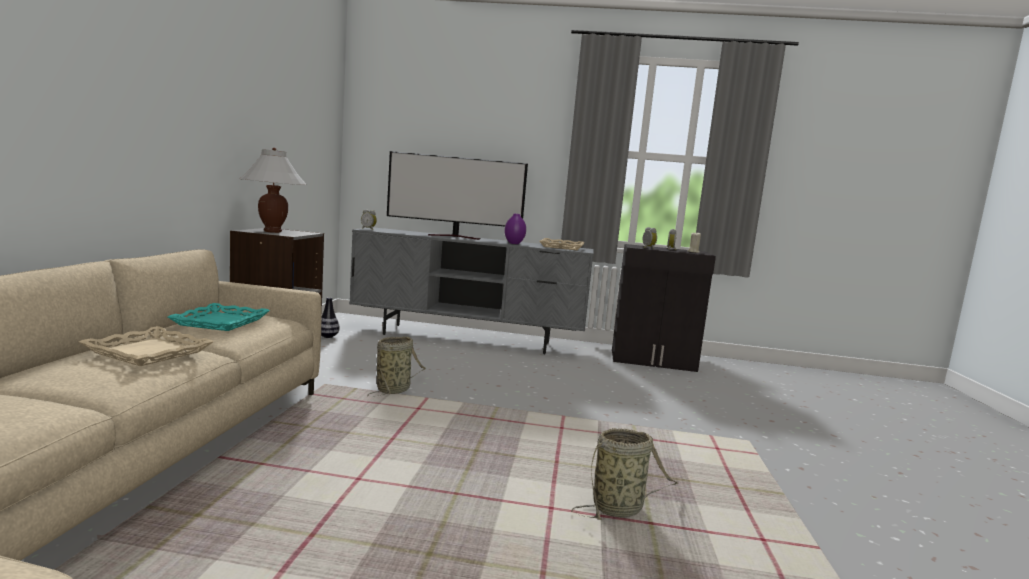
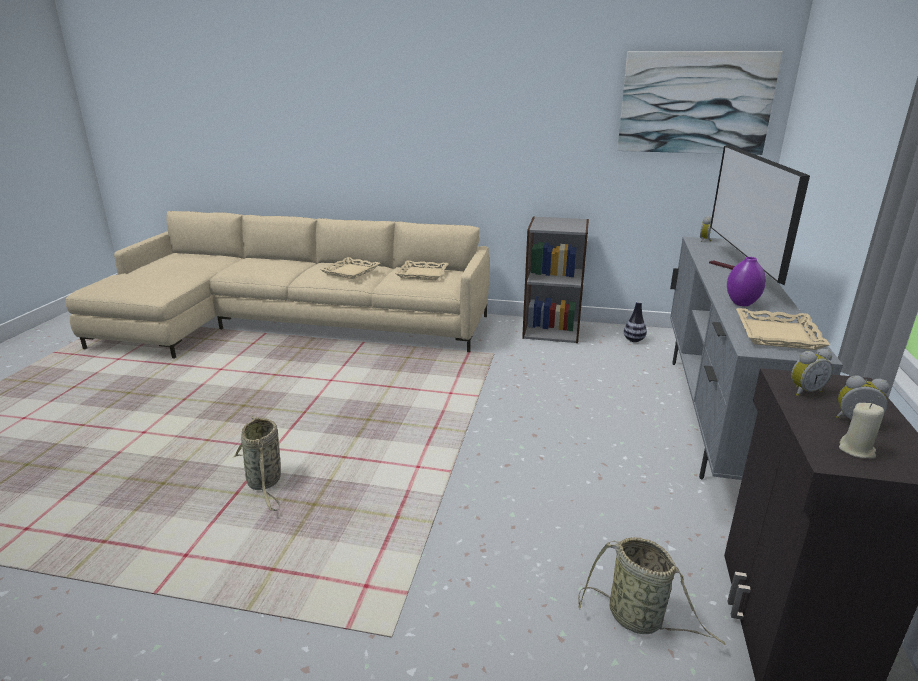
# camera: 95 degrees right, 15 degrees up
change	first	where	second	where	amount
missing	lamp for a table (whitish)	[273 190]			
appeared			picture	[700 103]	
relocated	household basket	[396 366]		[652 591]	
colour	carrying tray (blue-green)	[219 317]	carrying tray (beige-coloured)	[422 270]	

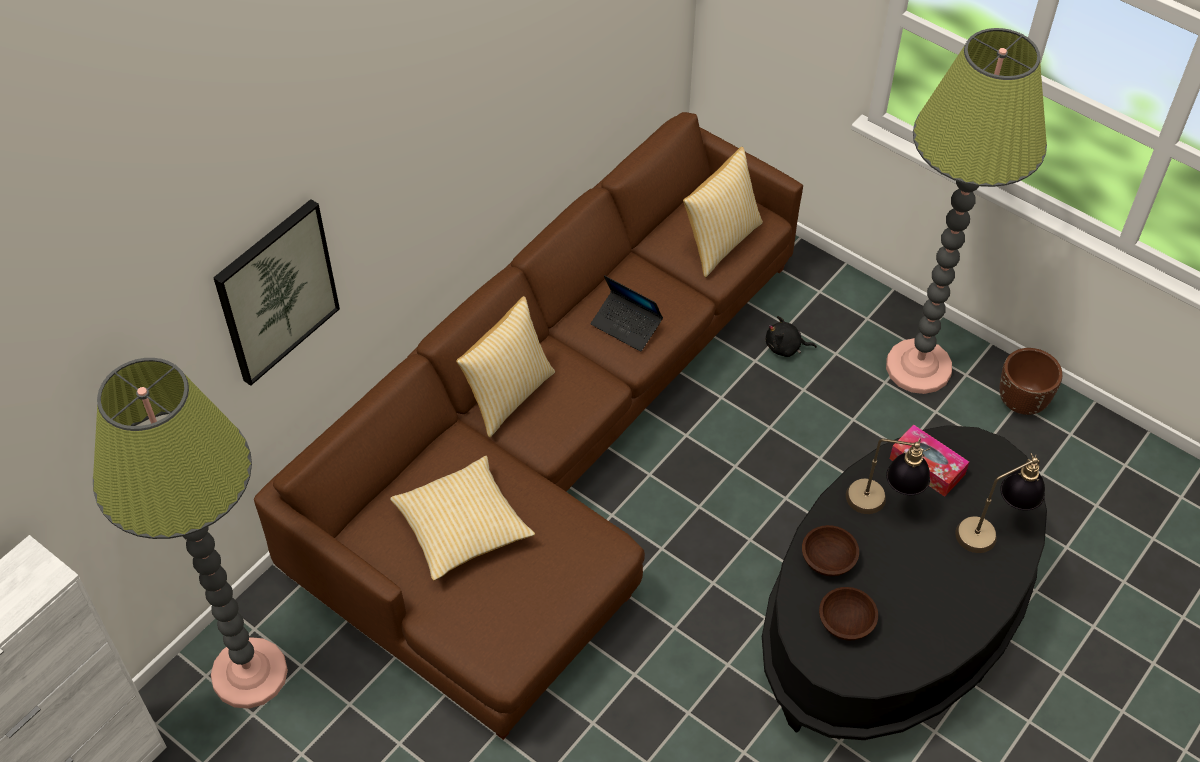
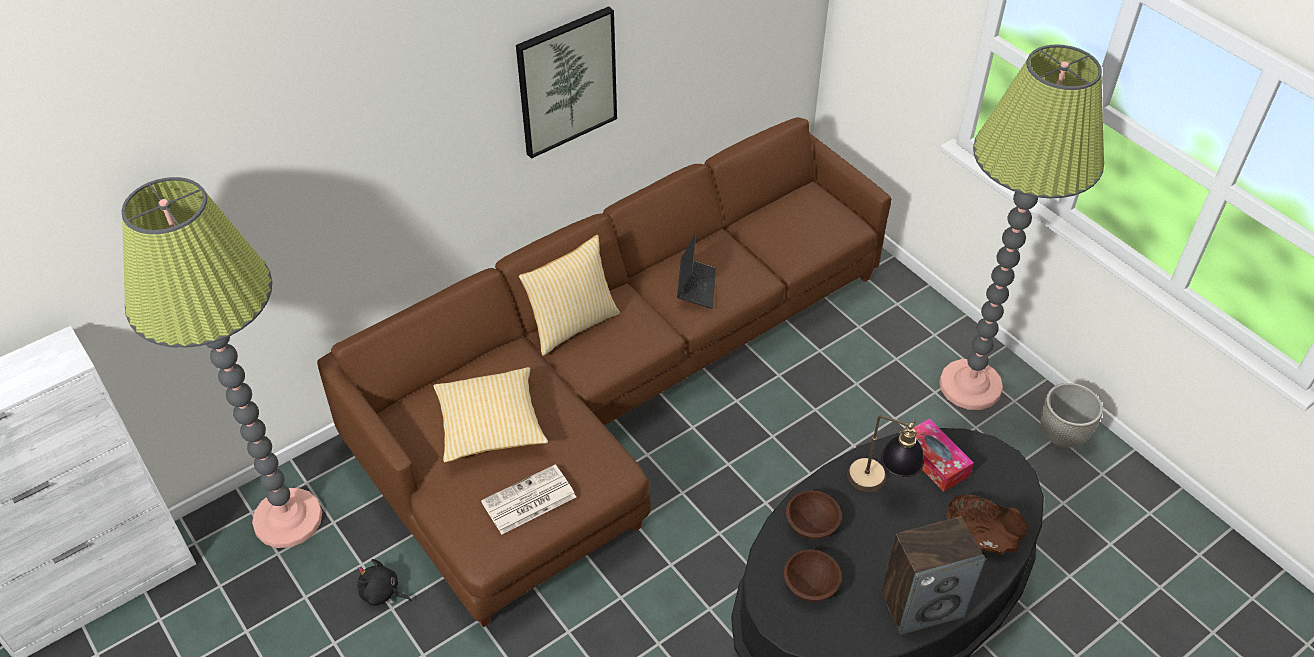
# camera: 15 degrees right, 5 degrees down
change	first	where	second	where	amount
missing	throw pillow	[723 212]			
appeared			newspaper	[528 500]	
appeared			speaker	[933 575]	
relocated	picture	[276 292]		[566 82]	
relocated	plush toy (blackish)	[791 336]		[385 582]	
exchanged	lamp for a table	[1000 503]	deep dish (brown)	[986 524]	
colour	planter (brown)	[1031 381]	planter (greyish)	[1072 415]	
spun	portable computer	[627 313]		[696 271]	135 degrees counterclockwise

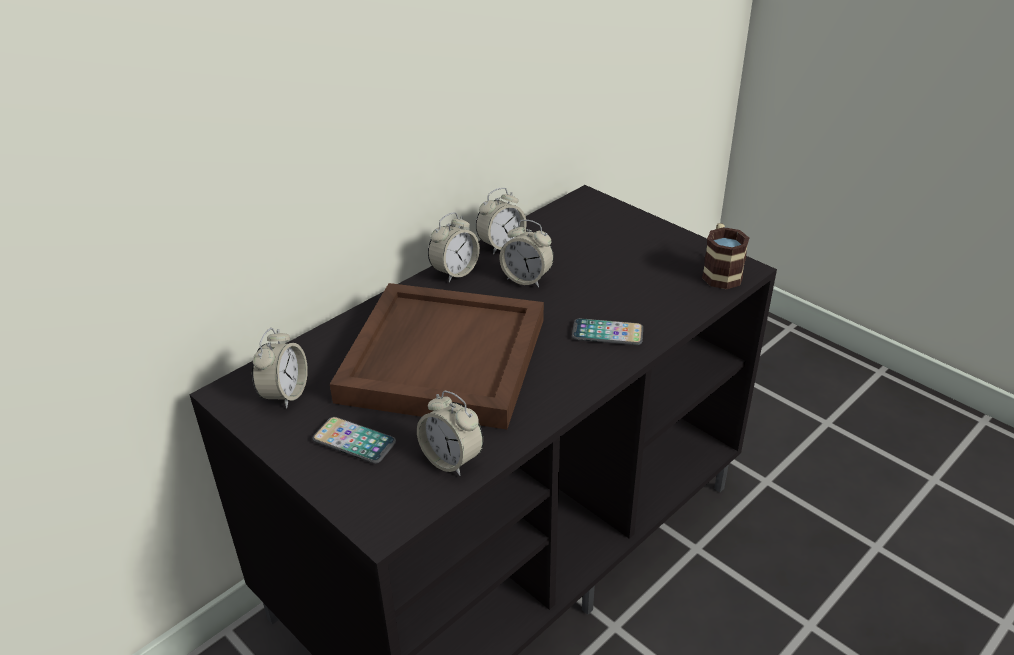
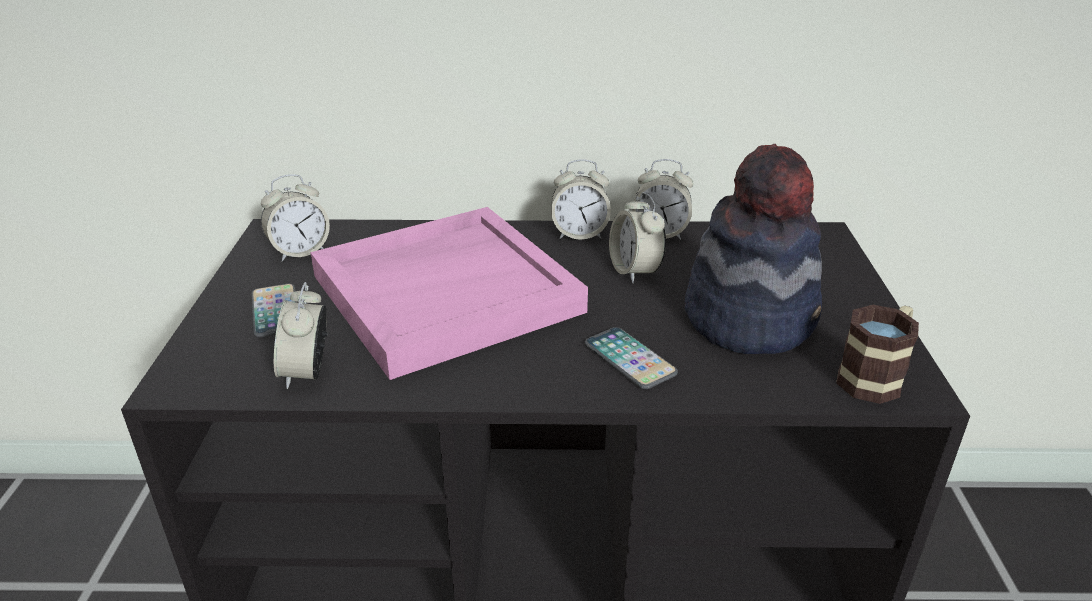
# camera: 45 degrees right, 5 degrees down
change	first	where	second	where	amount
appeared			hat	[753 249]	
colour	carrying tray (brown)	[437 356]	carrying tray (pinkish)	[449 293]	

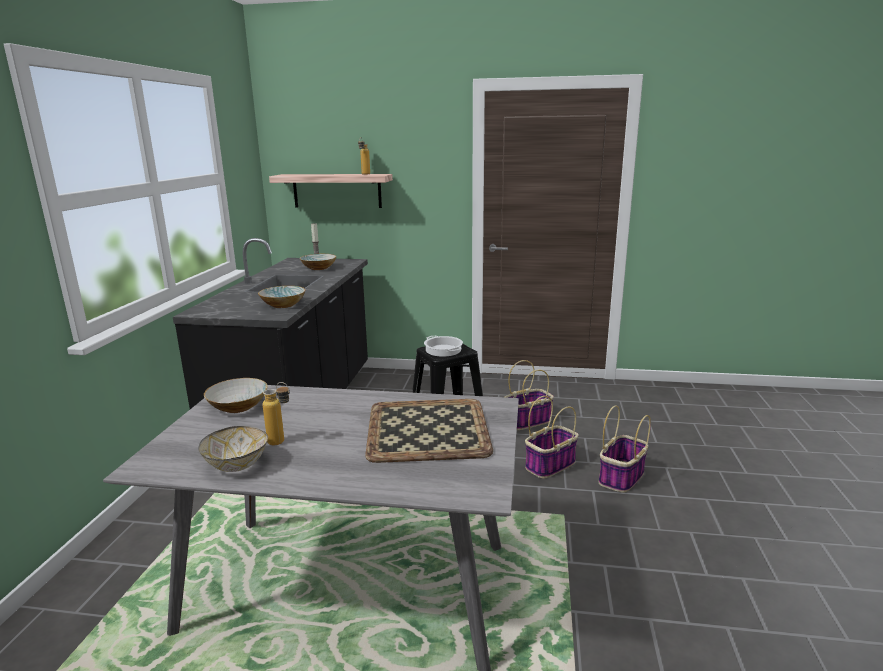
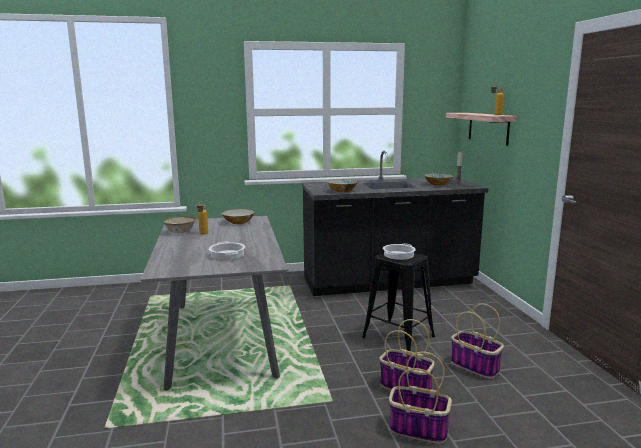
# camera: 70 degrees right, 5 degrees down
change	first	where	second	where	amount
exchanged	carrying tray	[429 431]	saucepot	[227 251]	

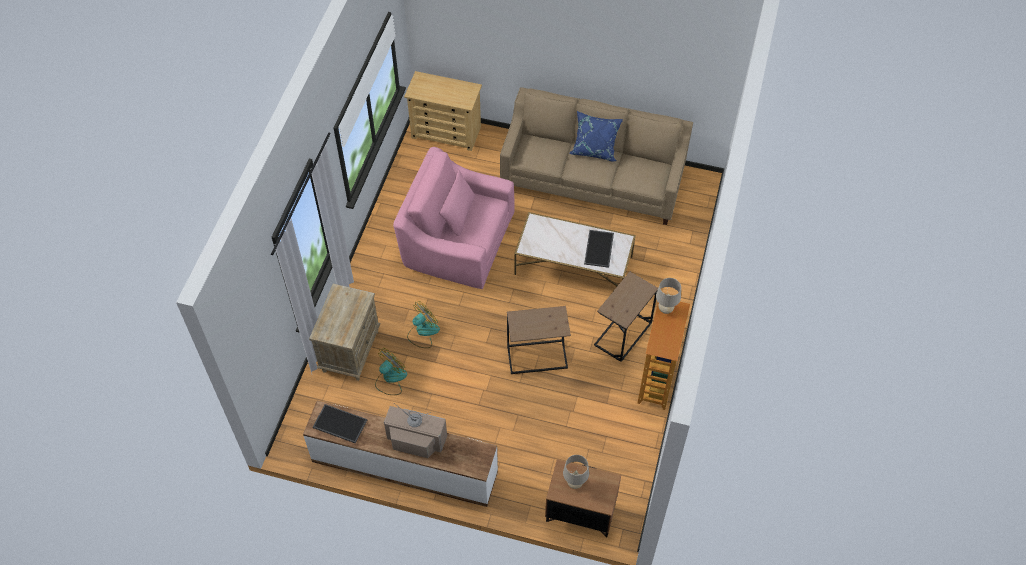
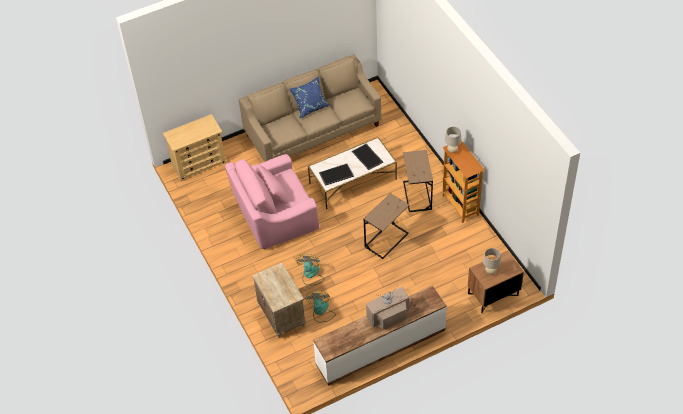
# camera: 40 degrees left, 5 degrees down
change	first	where	second	where	amount
relocated	carrying tray	[340 424]		[336 175]	

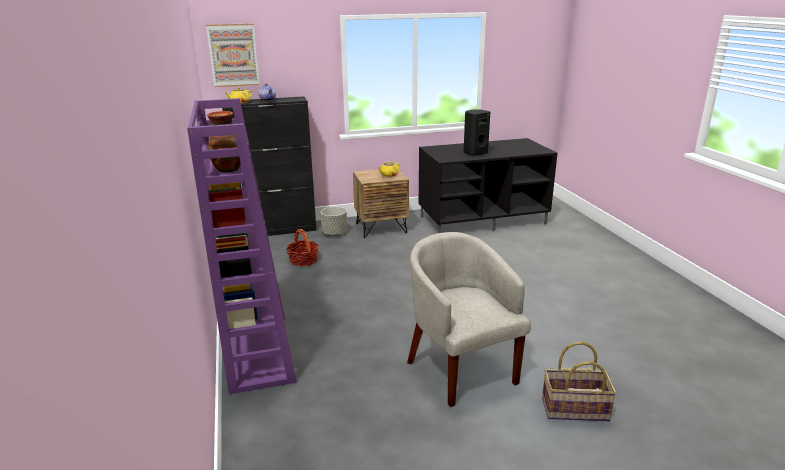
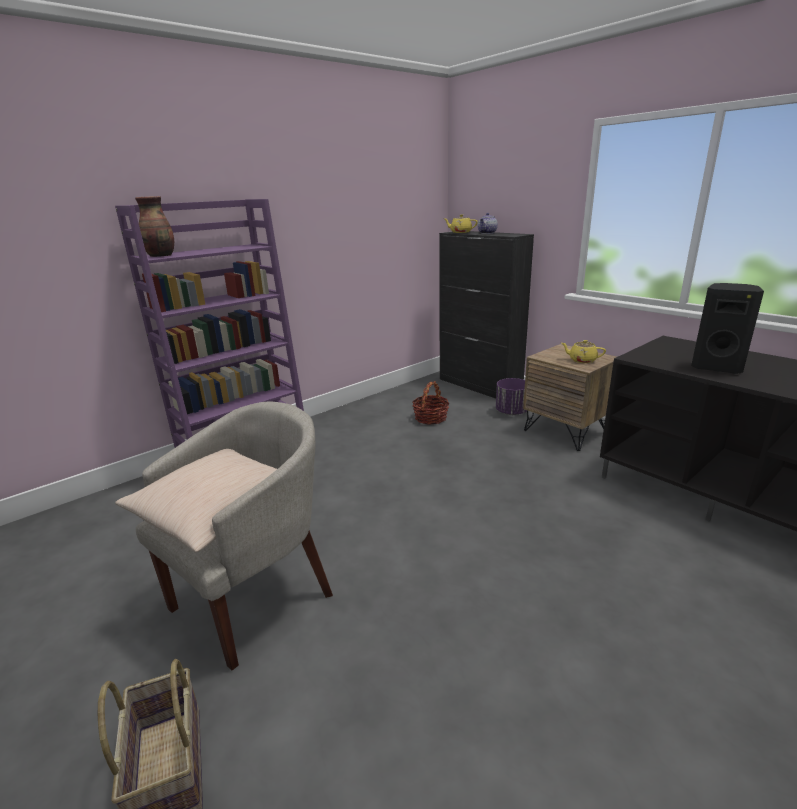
# camera: 65 degrees right, 0 degrees up
change	first	where	second	where	amount
missing	picture	[233 55]			
appeared			throw pillow (beige-coloured)	[196 501]	
colour	planter (greyish)	[334 221]	planter (purple)	[511 396]	

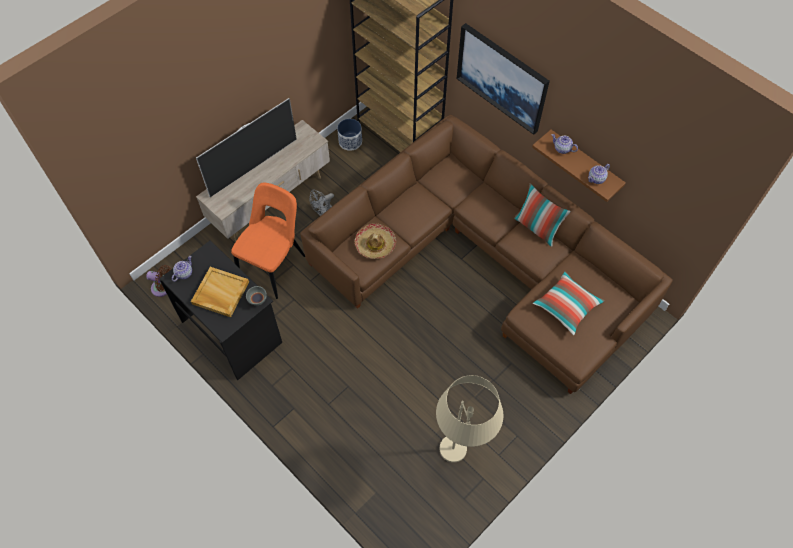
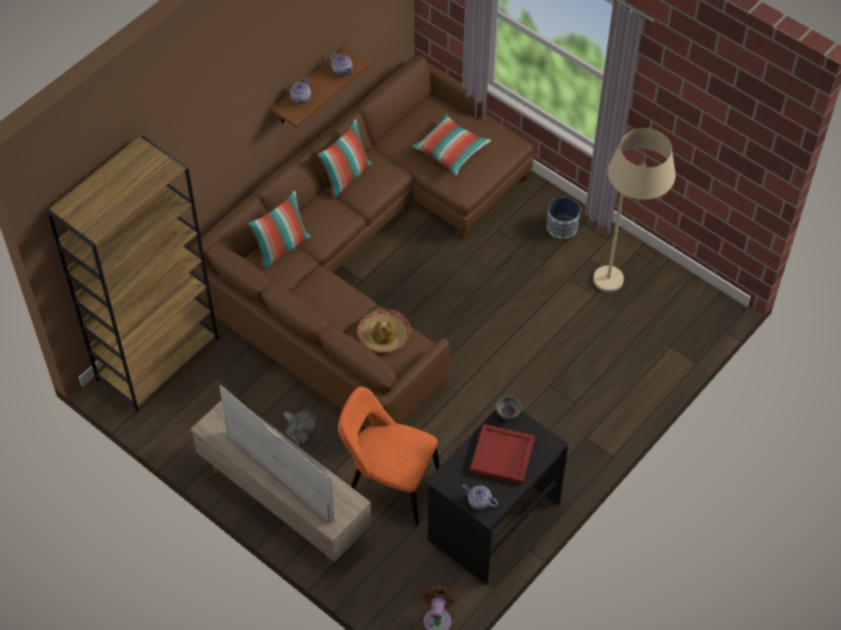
# camera: 95 degrees left, 5 degrees down
change	first	where	second	where	amount
missing	picture	[503 79]			
appeared			throw pillow	[279 229]	
relocated	planter	[349 135]		[563 218]	
colour	carrying tray (beige-coloured)	[220 292]	carrying tray (red-coloured)	[502 454]	

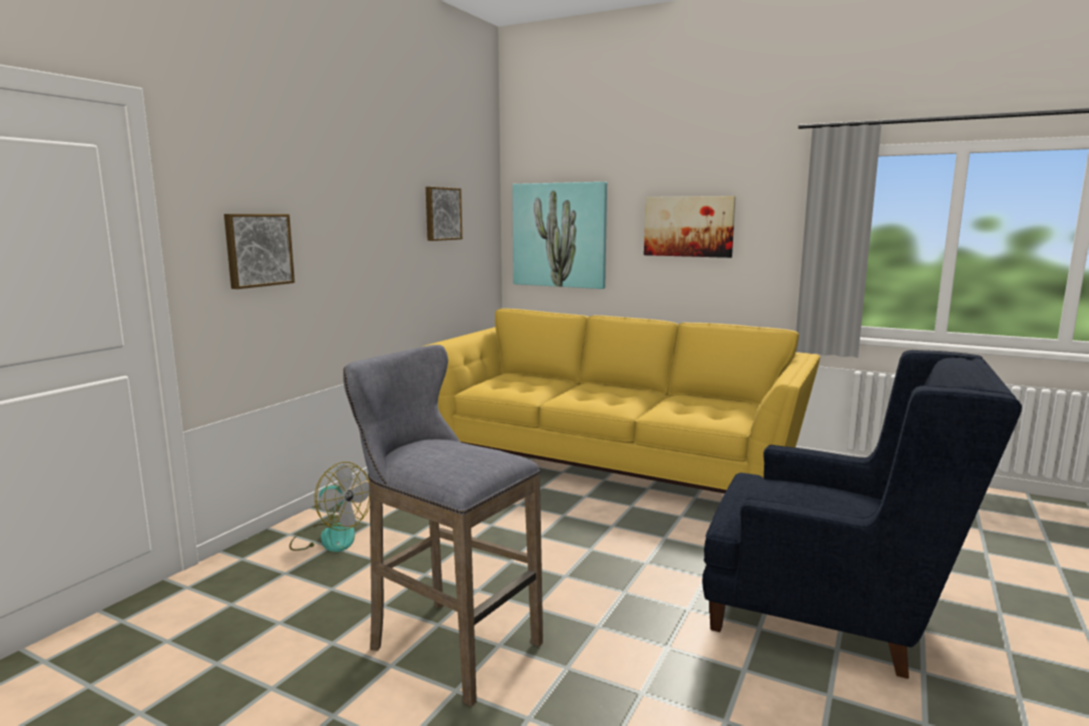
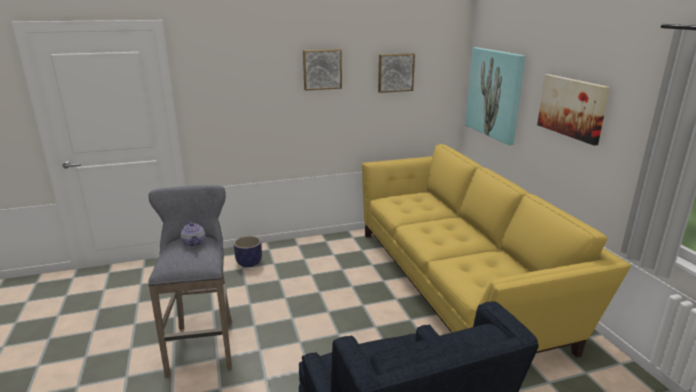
# camera: 45 degrees right, 10 degrees up
change	first	where	second	where	amount
appeared			tea pot	[193 234]	
relocated	picture	[259 251]		[322 70]	
exchanged	electric fan	[329 507]	planter	[248 251]	

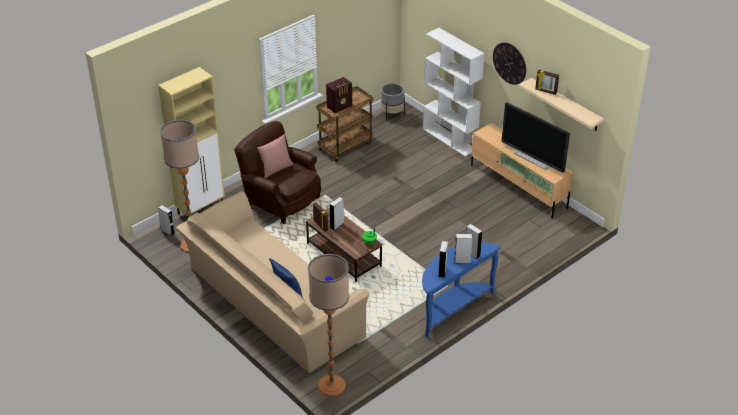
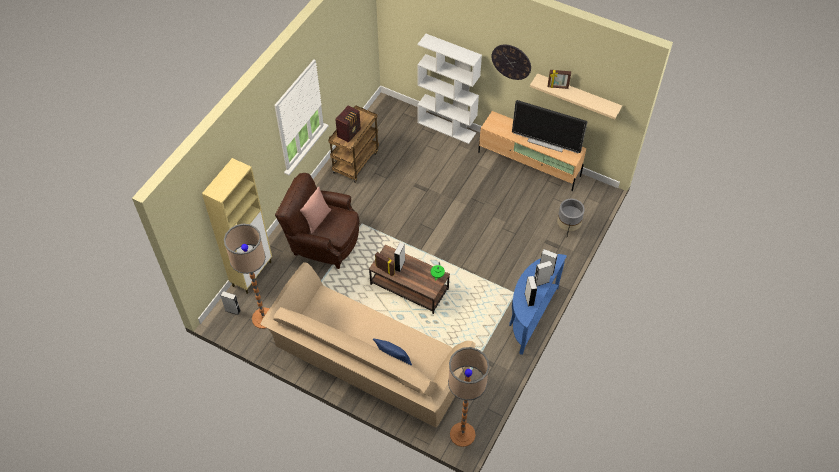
# camera: 20 degrees left, 15 degrees up
change	first	where	second	where	amount
relocated	planter (greyish)	[393 102]		[571 217]	

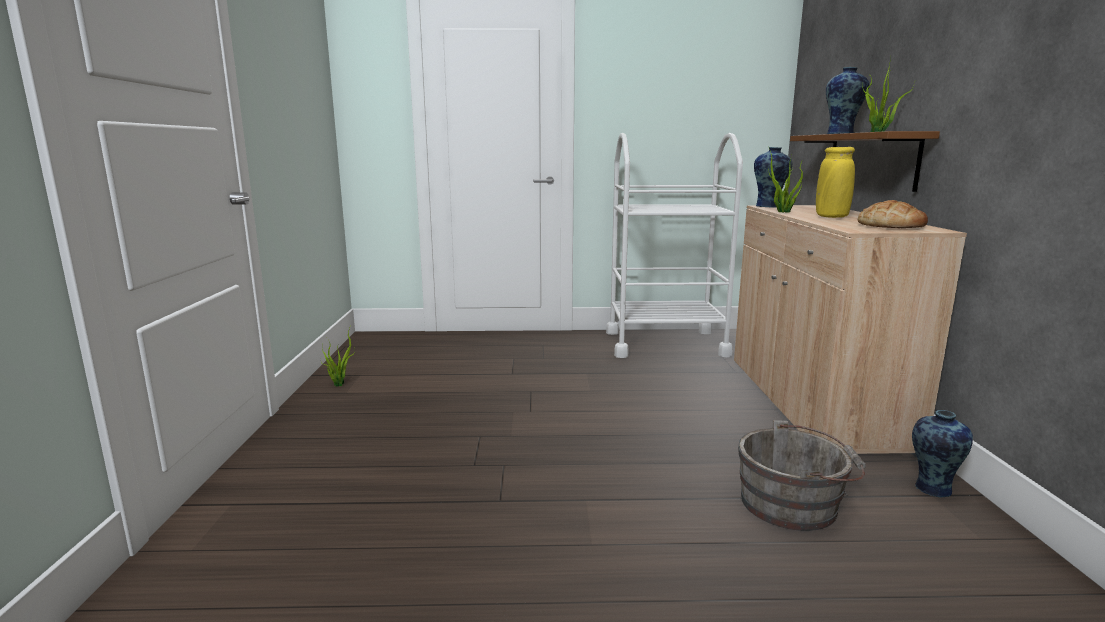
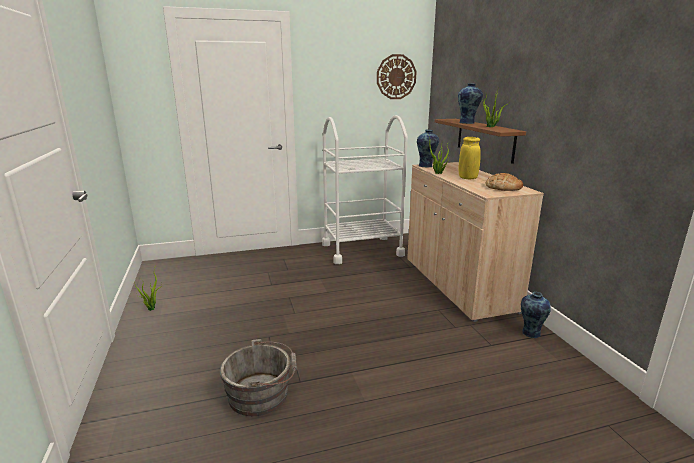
# camera: 15 degrees left, 5 degrees up
change	first	where	second	where	amount
appeared			wall clock	[397 76]	
relocated	pail (greyish)	[802 475]		[258 377]	

